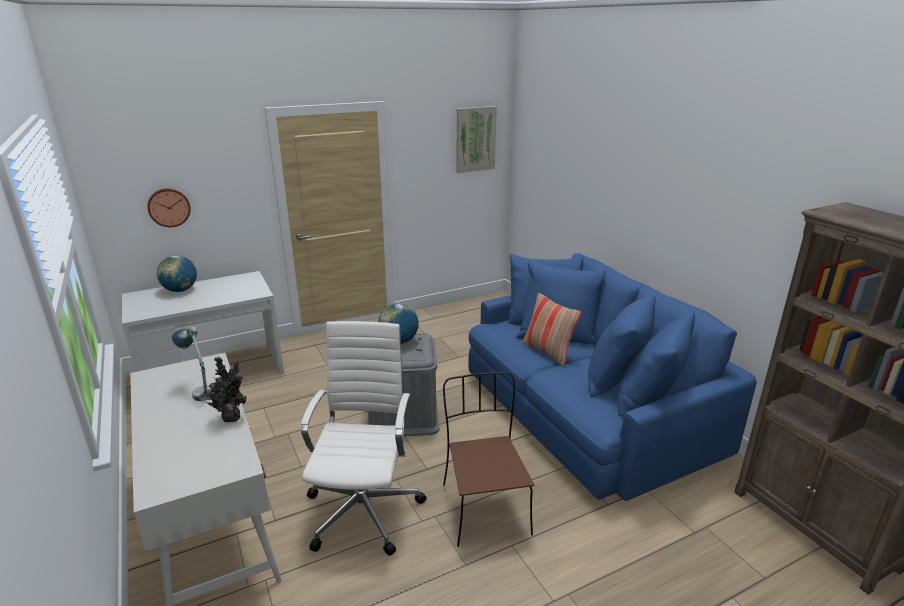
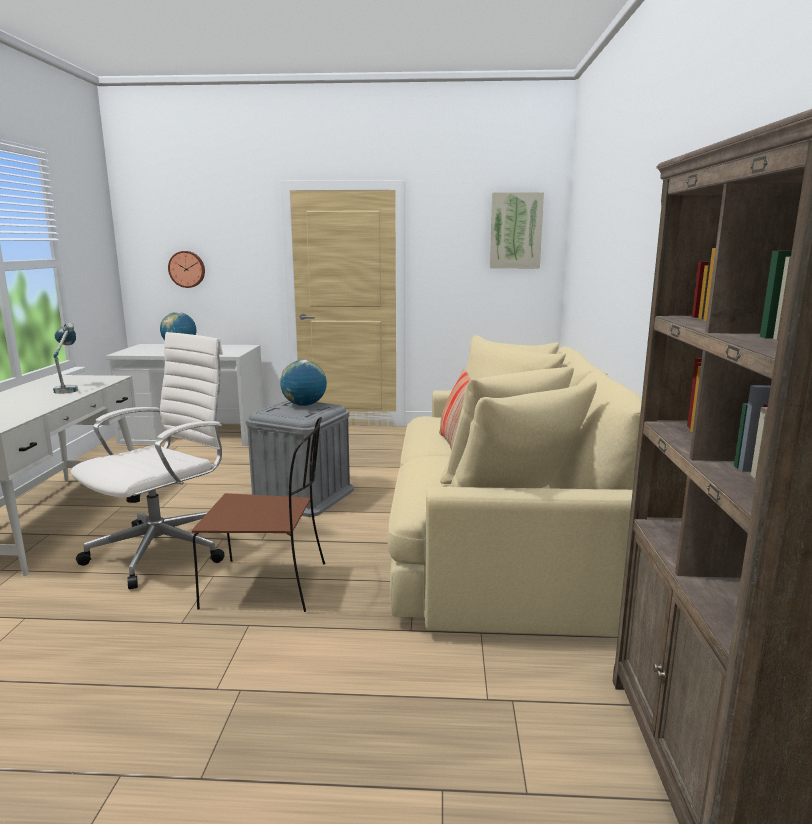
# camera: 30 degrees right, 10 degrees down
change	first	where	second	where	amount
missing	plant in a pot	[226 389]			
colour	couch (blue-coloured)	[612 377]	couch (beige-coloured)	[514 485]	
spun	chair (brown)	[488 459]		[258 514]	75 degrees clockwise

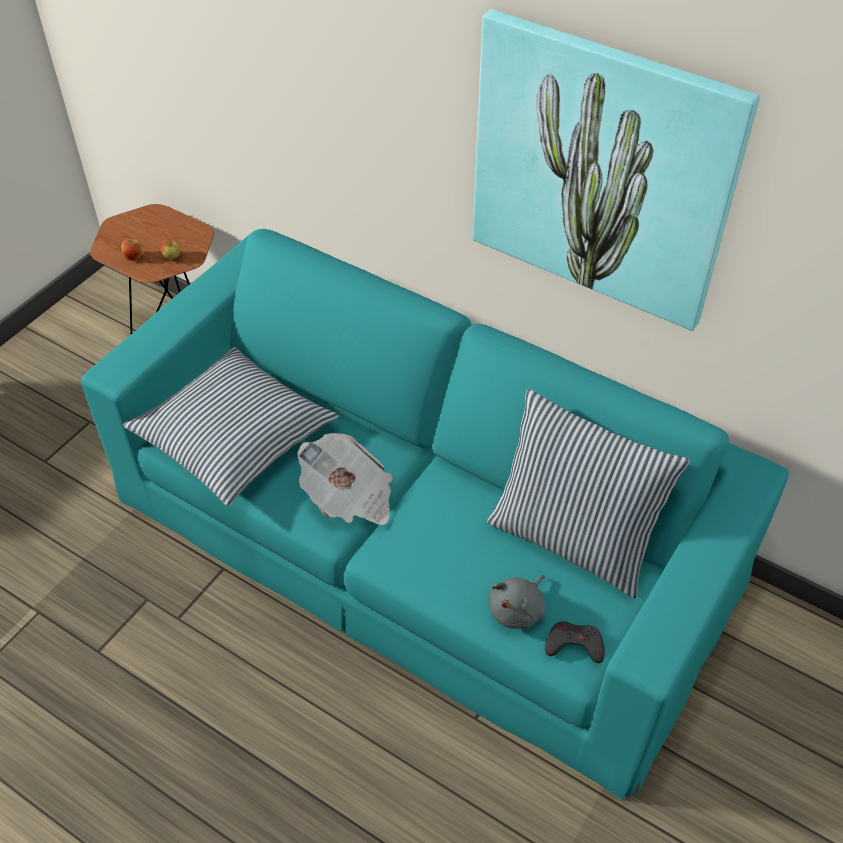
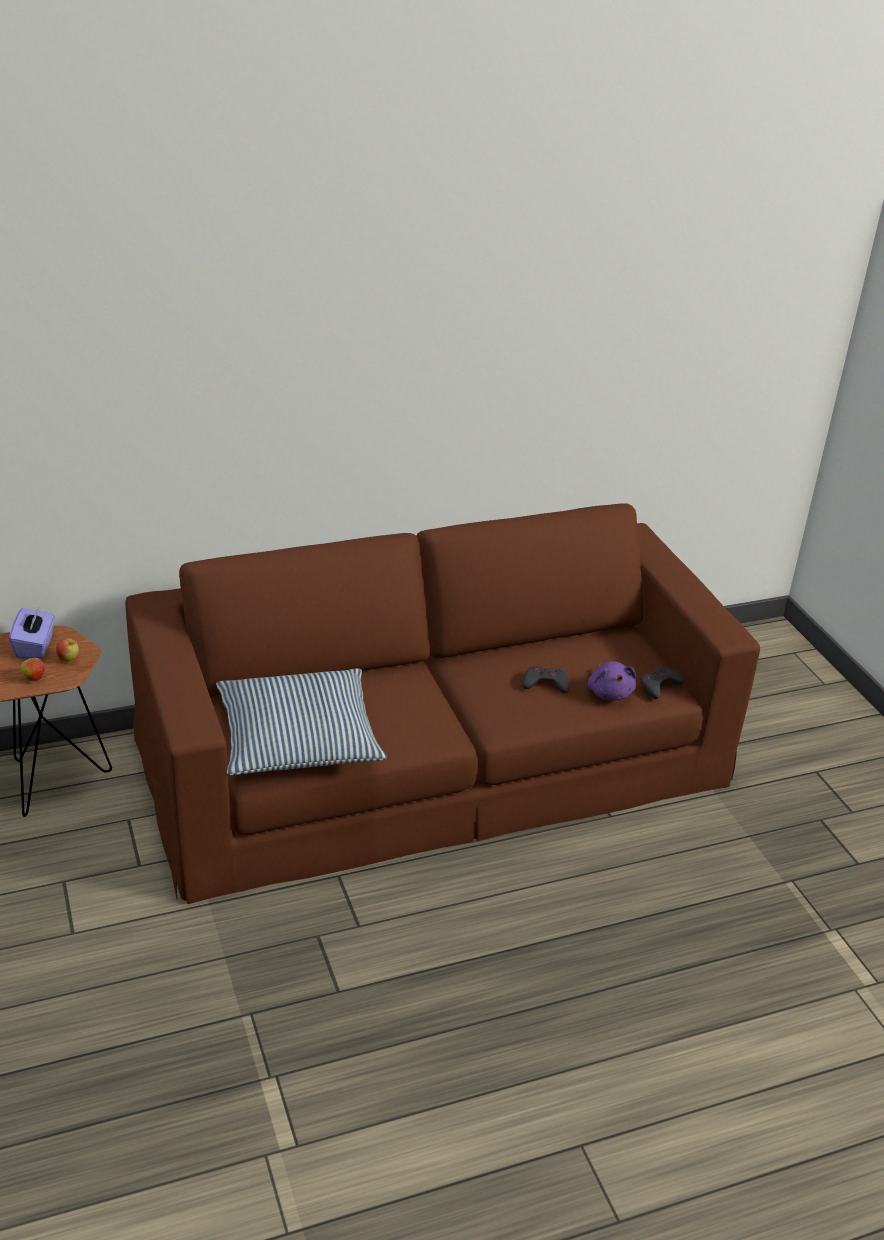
# camera: 55 degrees left, 15 degrees down
change	first	where	second	where	amount
missing	newspaper	[345 479]			
missing	picture	[616 170]			
missing	throw pillow	[588 493]			
appeared			tissue box (purple)	[32 632]	
appeared			joypad (greyish)	[546 679]	
colour	couch (blue-green)	[435 514]	couch (brown)	[442 704]	
colour	plush toy (greyish)	[517 601]	plush toy (purple)	[612 680]	

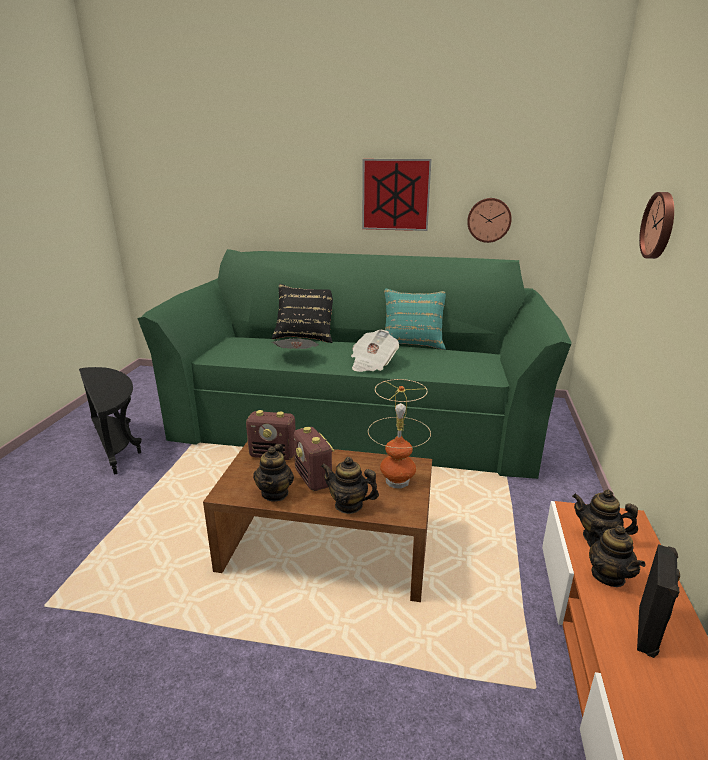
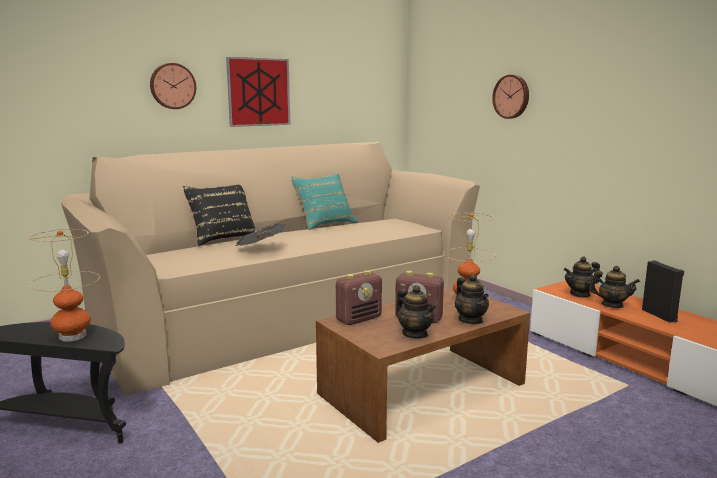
# camera: 45 degrees left, 10 degrees down
change	first	where	second	where	amount
missing	newspaper	[375 351]			
appeared			lamp for a table	[64 285]	
relocated	wall clock	[489 220]		[173 86]	
colour	couch (greenish)	[354 364]	couch (beige-coloured)	[270 268]	
spun	tea pot	[350 485]		[472 299]	90 degrees counterclockwise

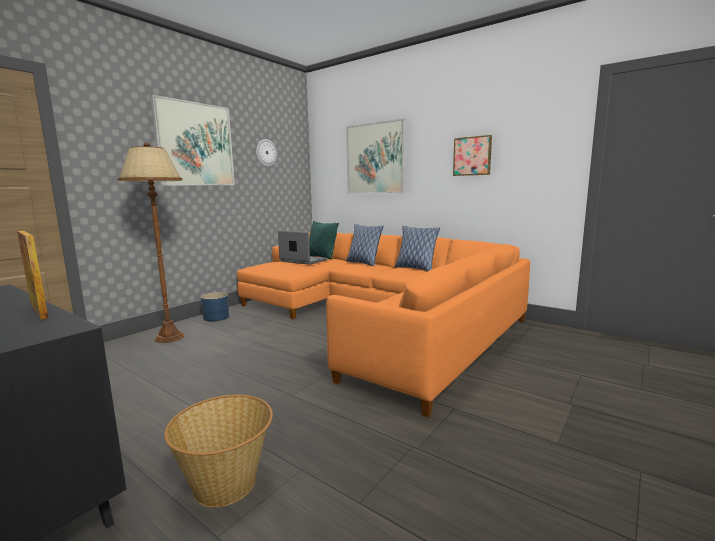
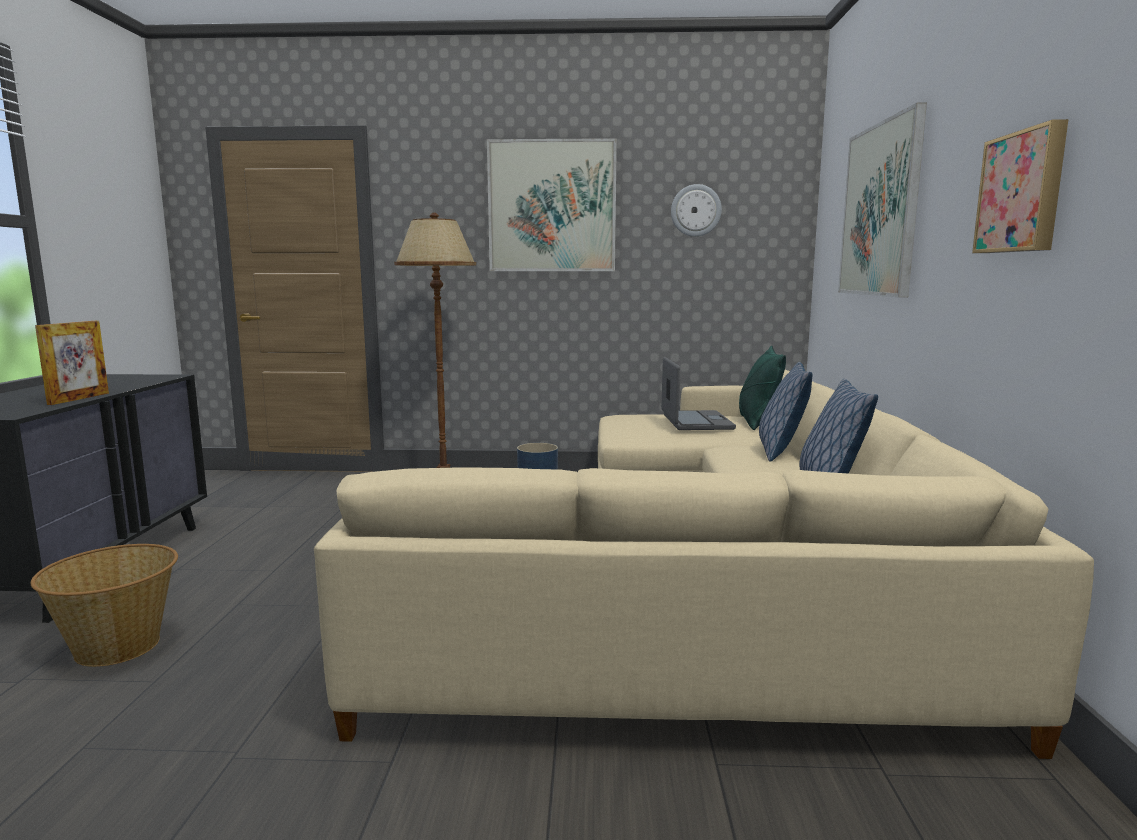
# camera: 55 degrees right, 0 degrees up
change	first	where	second	where	amount
colour	couch (orange)	[383 324]	couch (beige-coloured)	[704 564]	

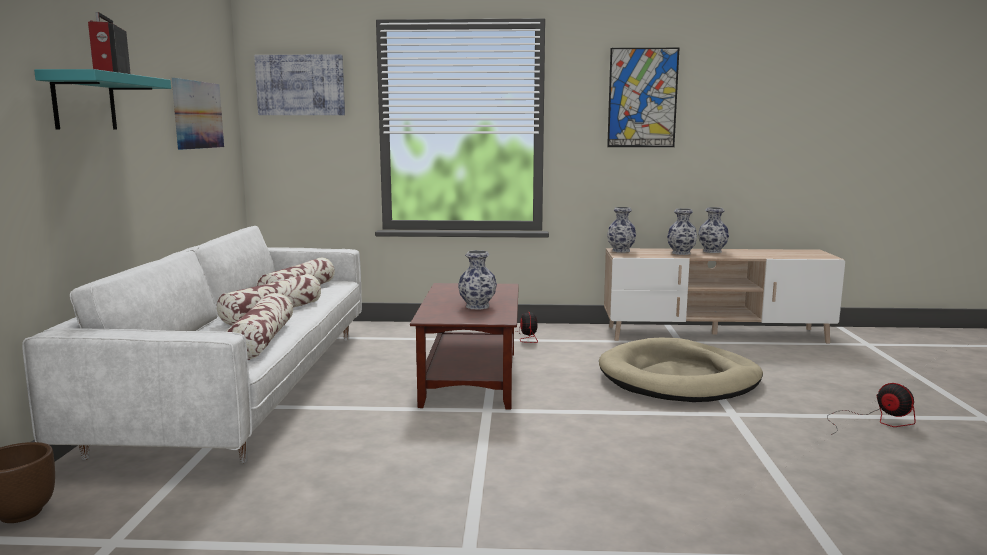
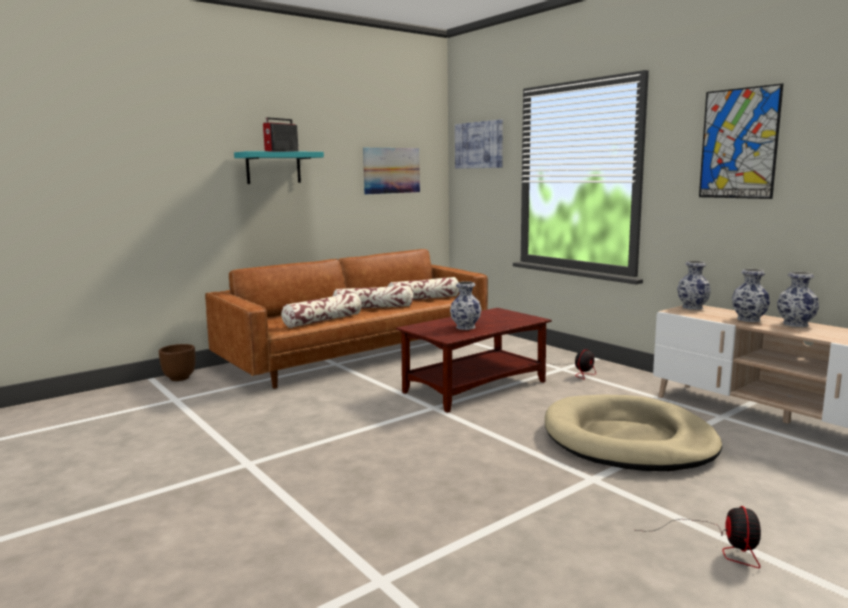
# camera: 50 degrees right, 0 degrees up
change	first	where	second	where	amount
colour	couch (whitish)	[192 344]	couch (brown)	[346 319]	

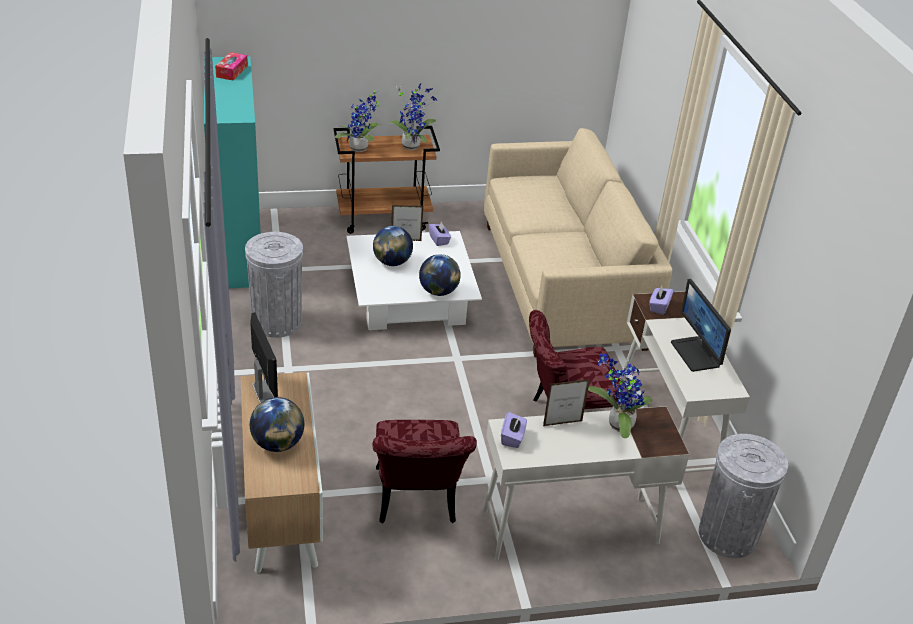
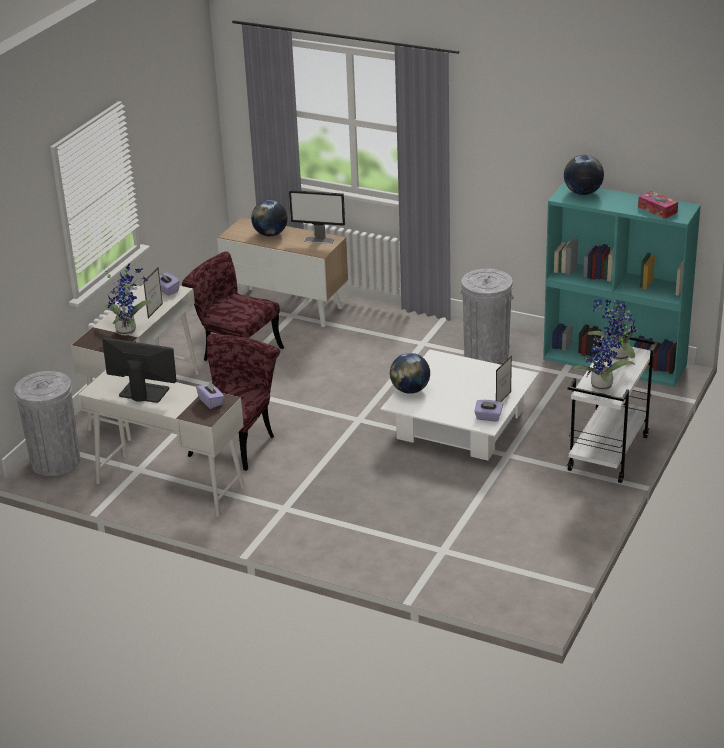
# camera: 130 degrees right, 5 degrees down
change	first	where	second	where	amount
missing	couch (beige-coloured)	[578 243]			
relocated	desk globe	[393 246]		[584 175]	
colour	cart (brown)	[386 180]	cart (whitish)	[612 407]	

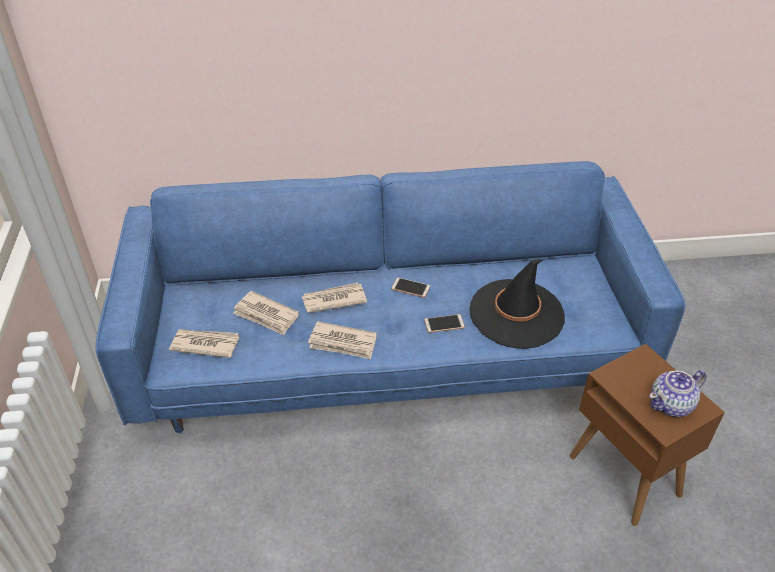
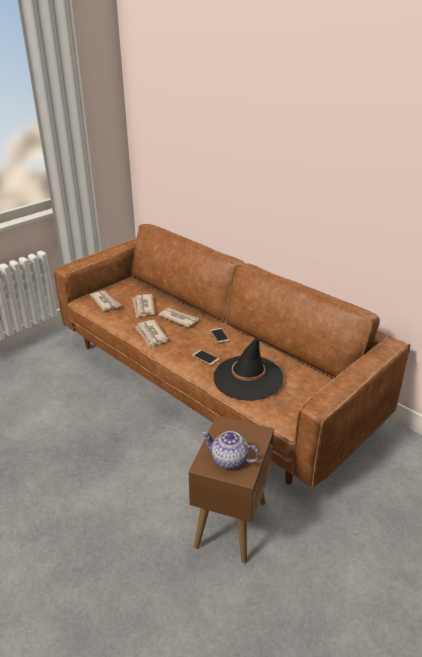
# camera: 50 degrees right, 10 degrees down
change	first	where	second	where	amount
colour	couch (blue-coloured)	[390 297]	couch (brown)	[232 356]	

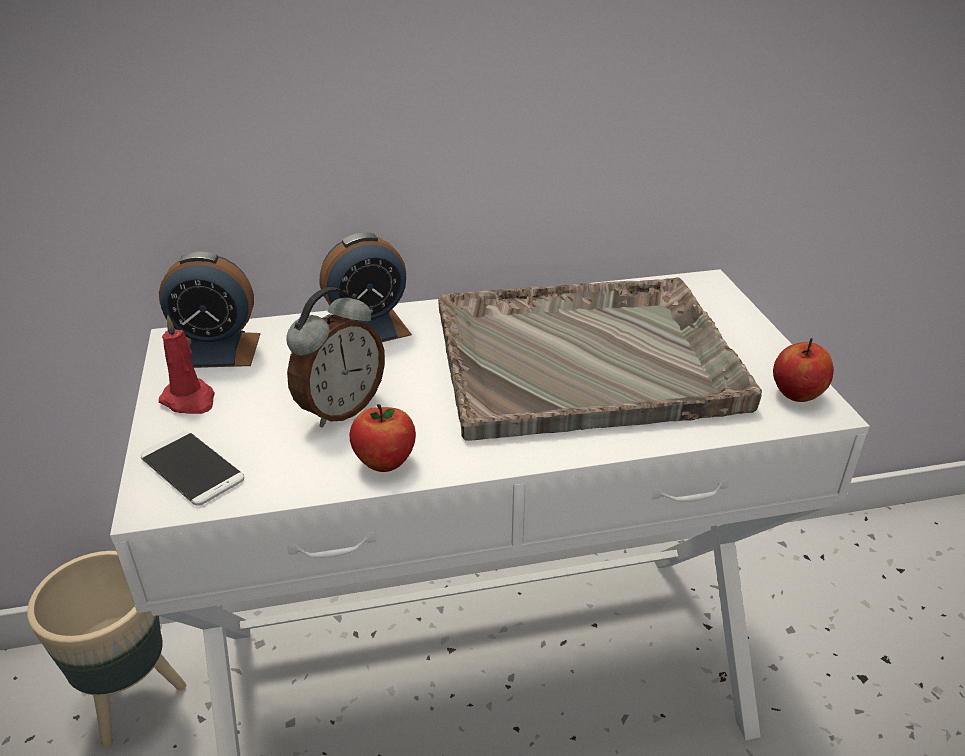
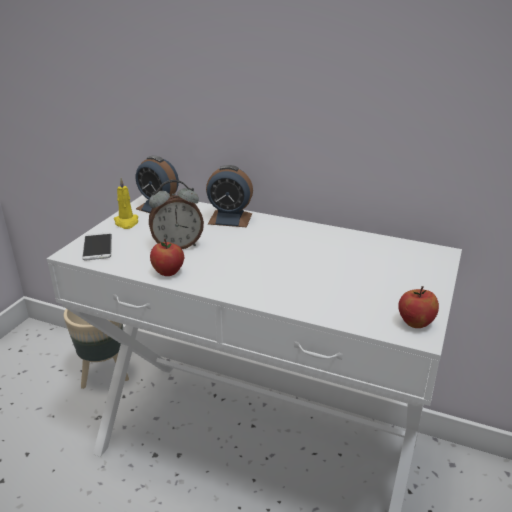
# camera: 35 degrees right, 5 degrees down
change	first	where	second	where	amount
missing	carrying tray (greyish)	[600 359]			
colour	candle (red-coloured)	[186 364]	candle (yellow-coloured)	[126 203]	

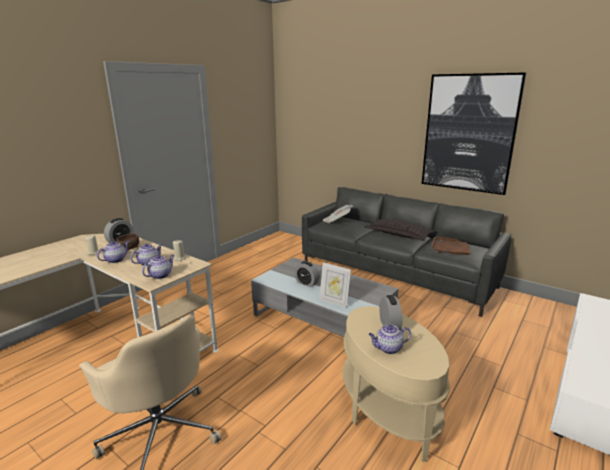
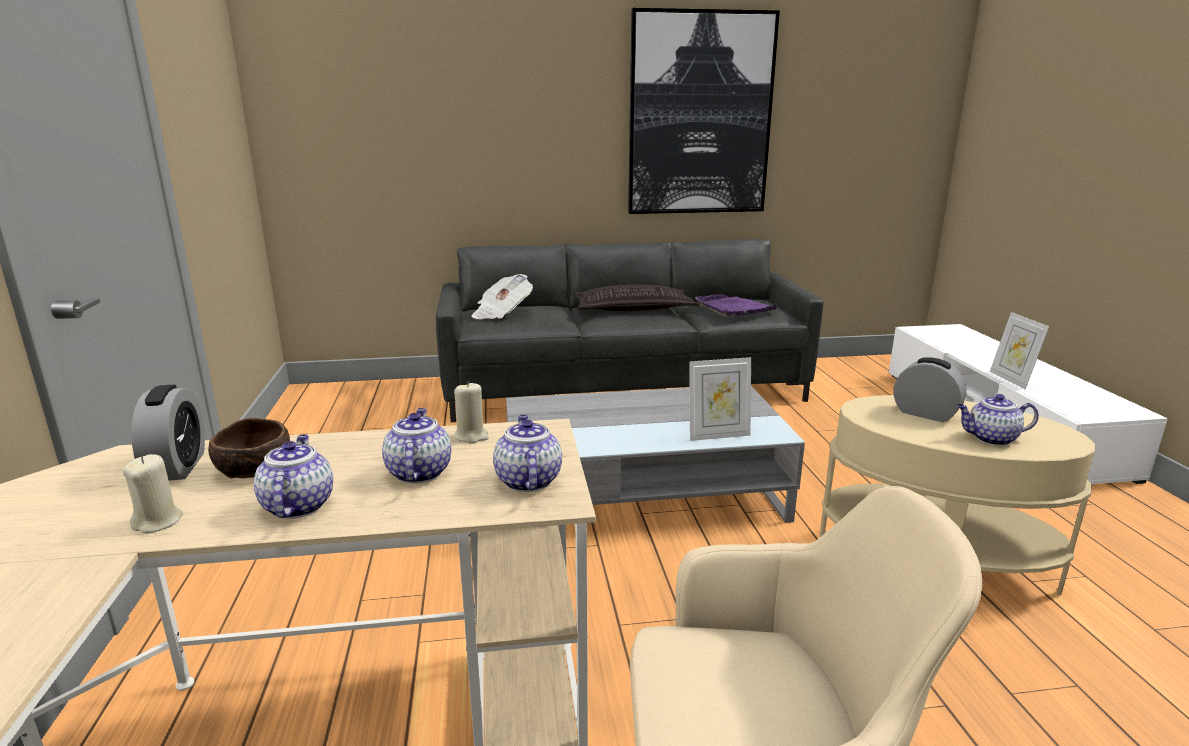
# camera: 45 degrees left, 0 degrees up
change	first	where	second	where	amount
missing	alarm clock	[307 274]			
appeared			photo frame	[1019 350]	
colour	carrying tray (brown)	[451 246]	carrying tray (purple)	[737 305]	
spun	tea pot	[389 339]		[998 420]	60 degrees clockwise

